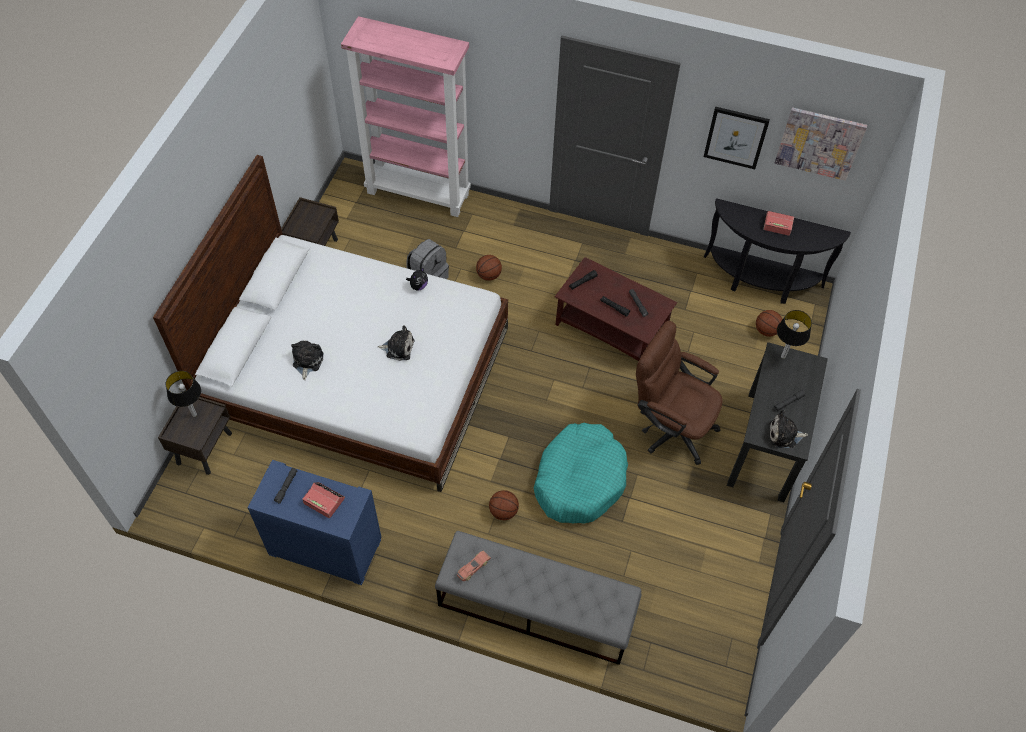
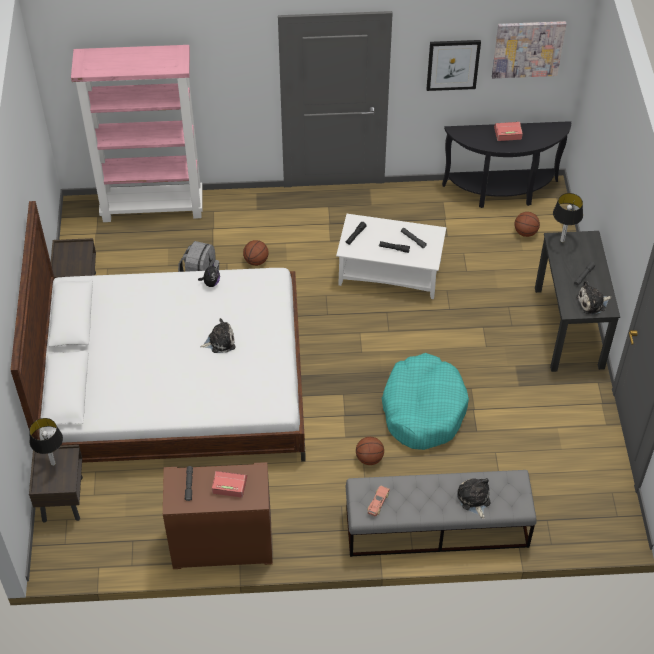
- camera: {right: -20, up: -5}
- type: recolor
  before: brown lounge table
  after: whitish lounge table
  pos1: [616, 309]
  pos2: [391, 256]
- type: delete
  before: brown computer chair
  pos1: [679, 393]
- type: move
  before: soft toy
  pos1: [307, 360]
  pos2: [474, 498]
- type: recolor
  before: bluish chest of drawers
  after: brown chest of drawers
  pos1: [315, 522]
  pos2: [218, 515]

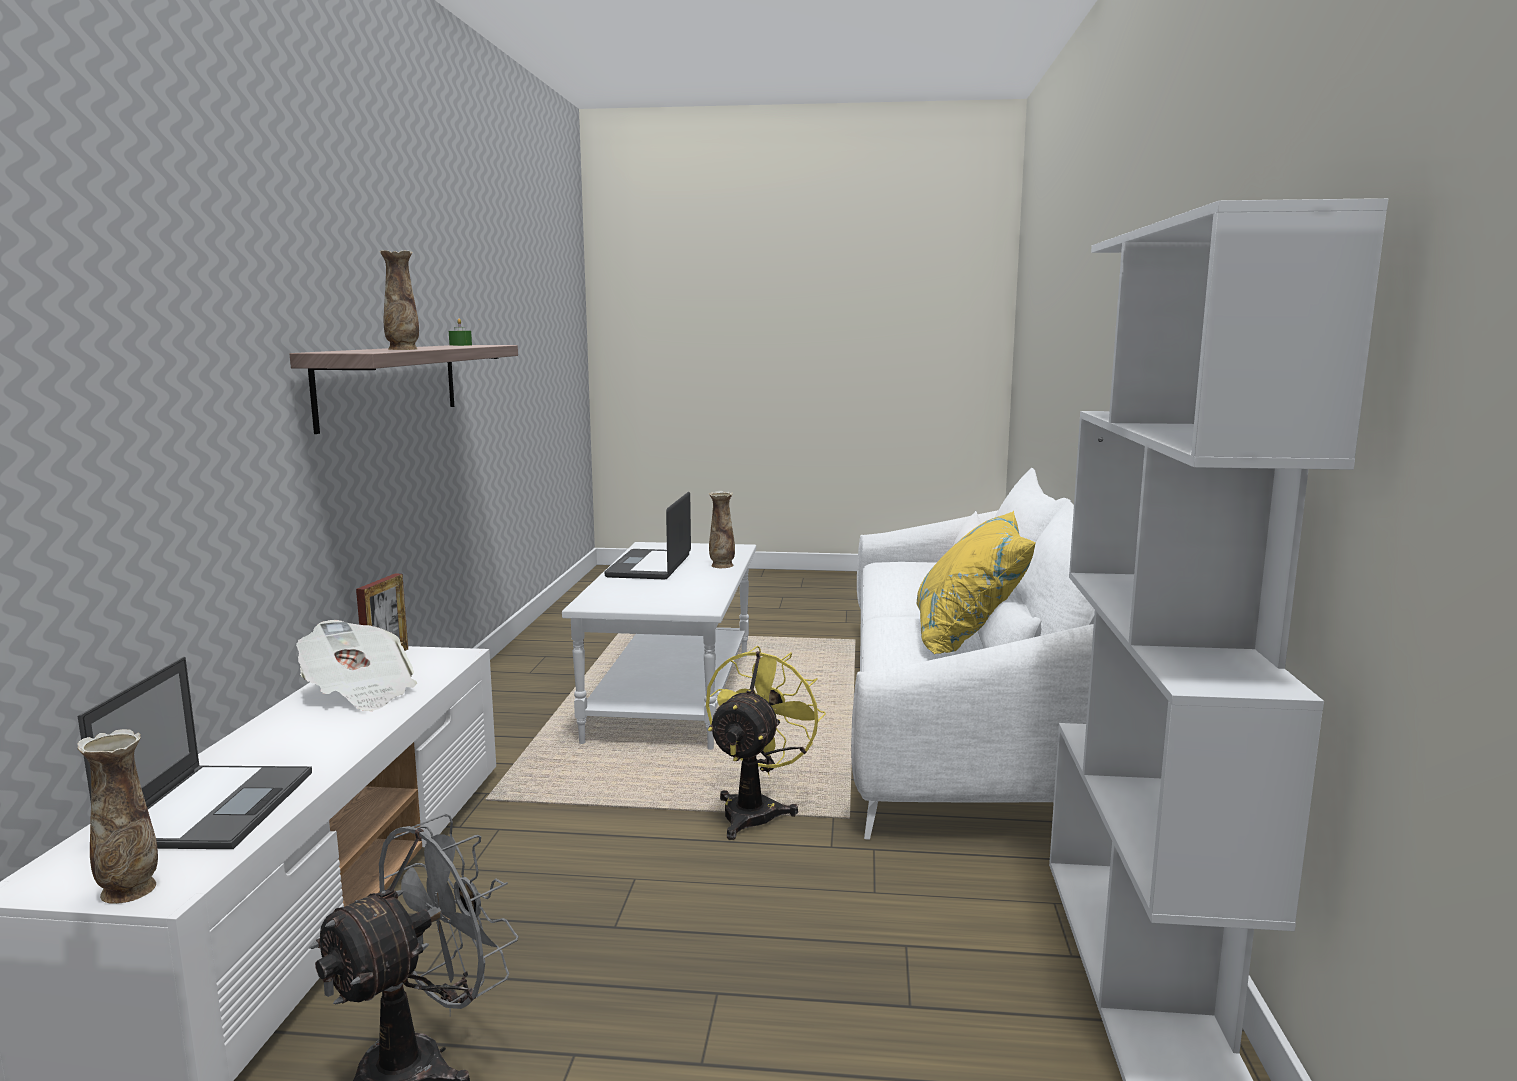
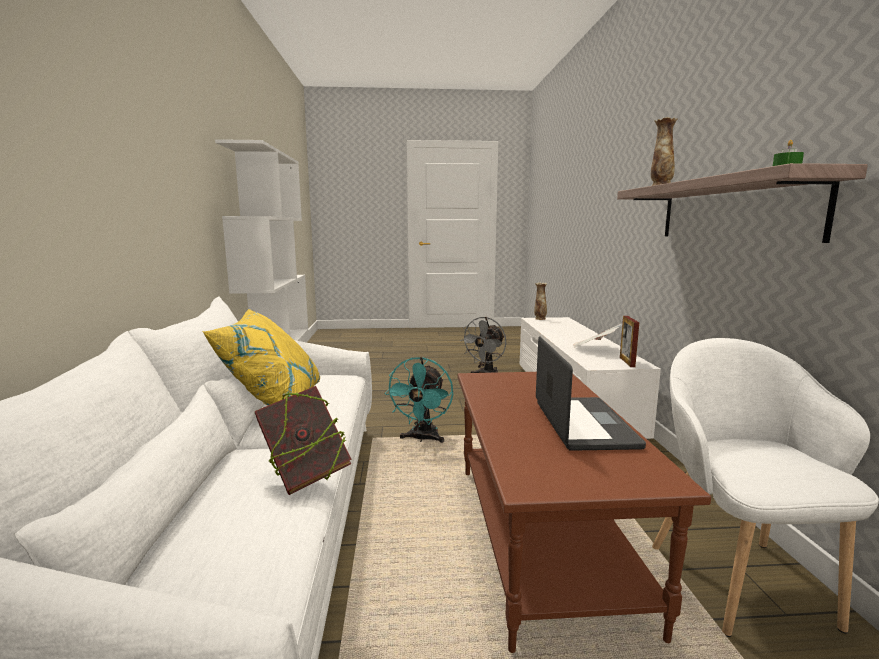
- camera: {right: 170, up: 0}
- type: delete
  before: decorative vase
  pos1: [722, 529]
- type: recolor
  before: whitish lounge table
  after: brown lounge table
  pos1: [659, 646]
  pos2: [584, 512]
- type: recolor
  before: yellow-coloured fan
  after: turquoise fan
  pos1: [766, 743]
  pos2: [419, 400]
- type: delete
  before: laptop
  pos1: [195, 753]
- type: insert
  after: whitish easy chair
  pos2: [765, 487]
- type: insert
  after: volume
  pos2: [303, 440]

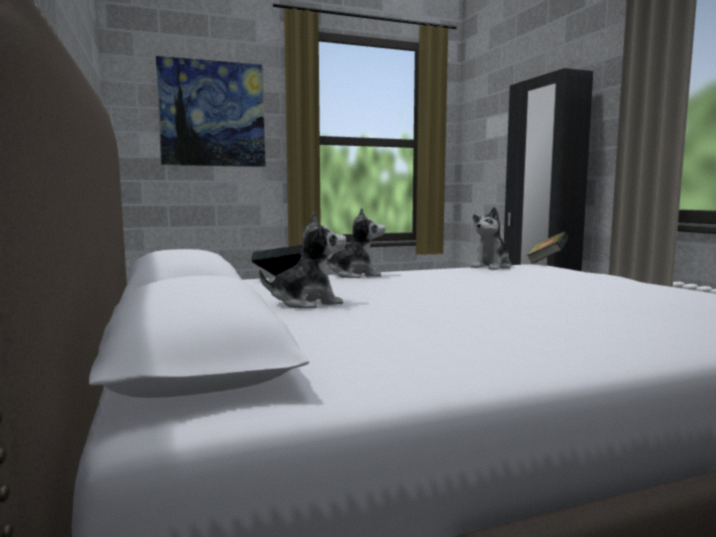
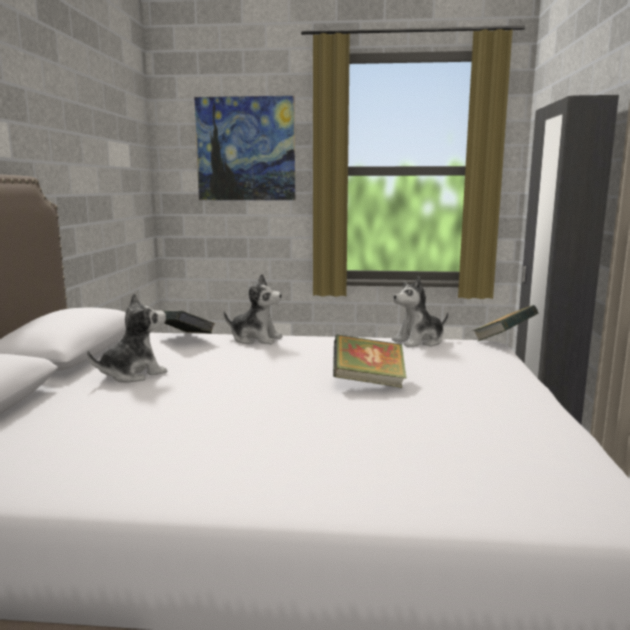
- camera: {right: 25, up: 5}
- type: rotate
  before: soft toy
  pos1: [302, 260]
  pos2: [127, 338]
  turn: -45
- type: insert
  after: volume
  pos2: [370, 361]

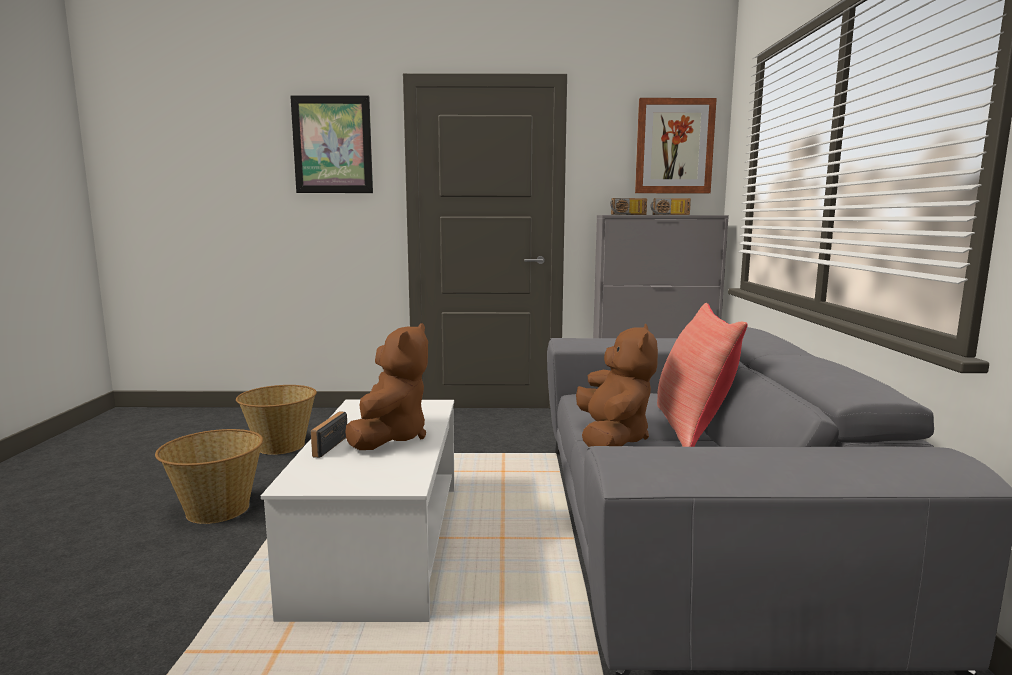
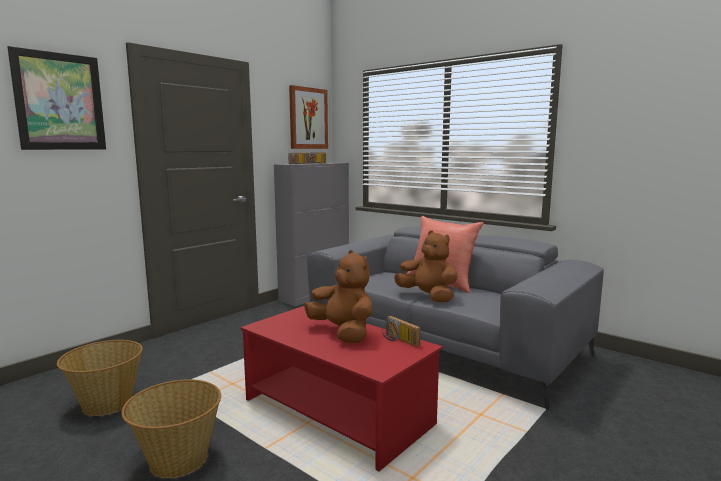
- camera: {right: -50, up: 0}
- type: recolor
  before: whitish lounge table
  after: red-coloured lounge table
  pos1: [358, 510]
  pos2: [341, 388]
- type: move
  before: radio
  pos1: [329, 434]
  pos2: [401, 331]

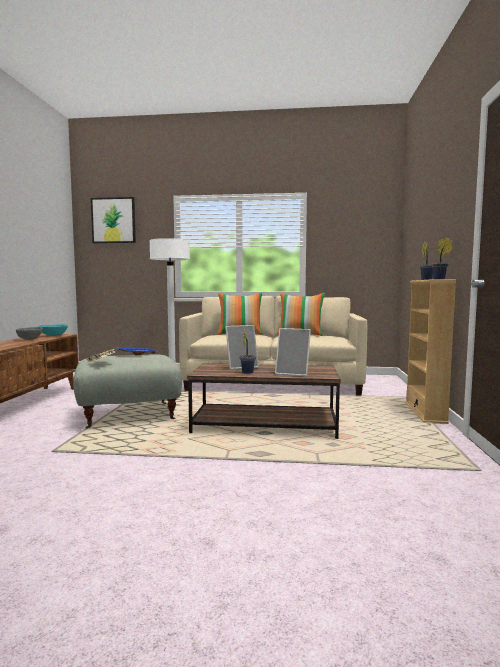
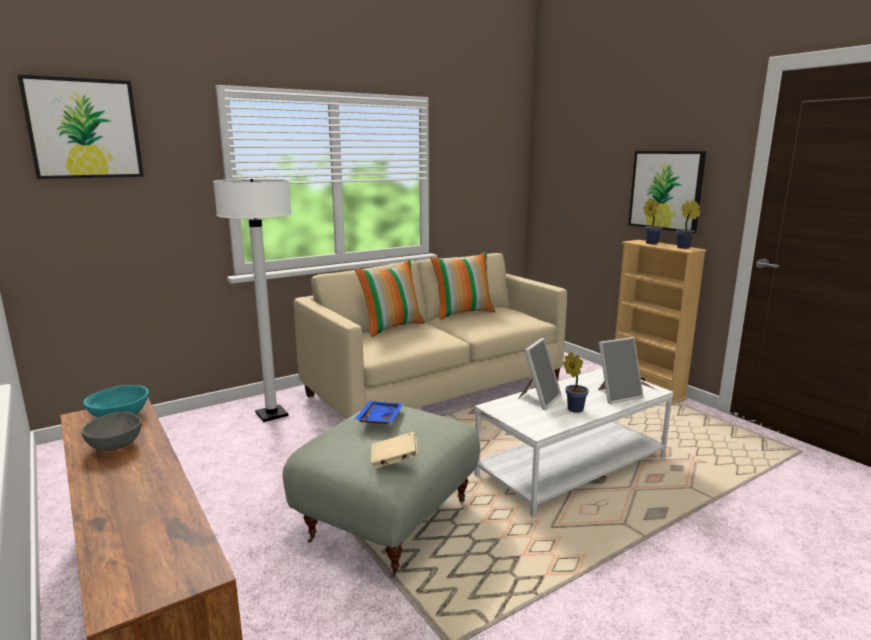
- camera: {right: -40, up: 10}
- type: recolor
  before: brown lounge table
  after: whitish lounge table
  pos1: [263, 401]
  pos2: [574, 442]
- type: insert
  after: picture
  pos2: [667, 192]

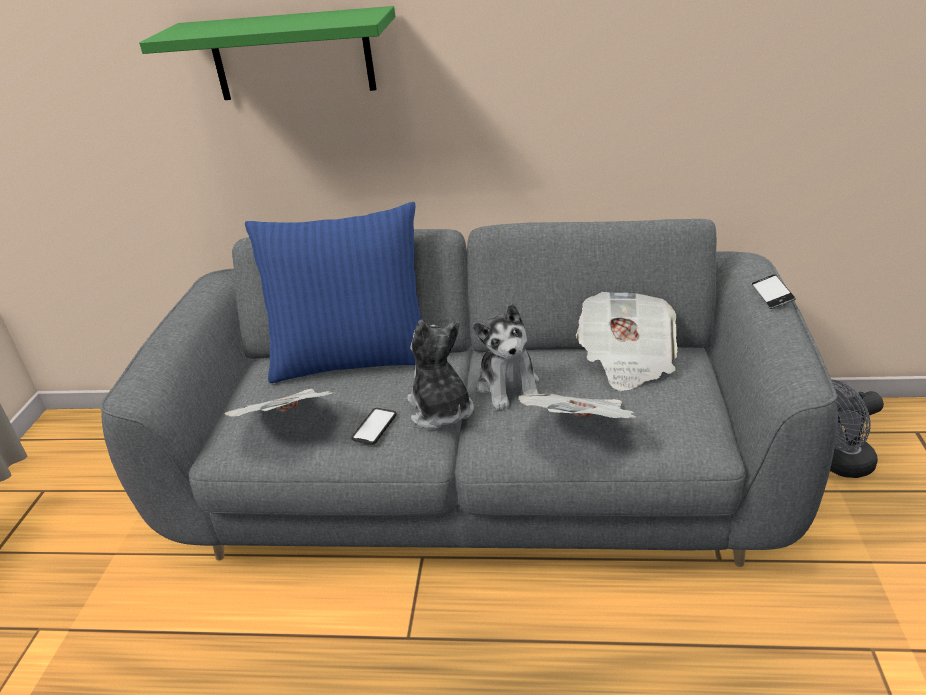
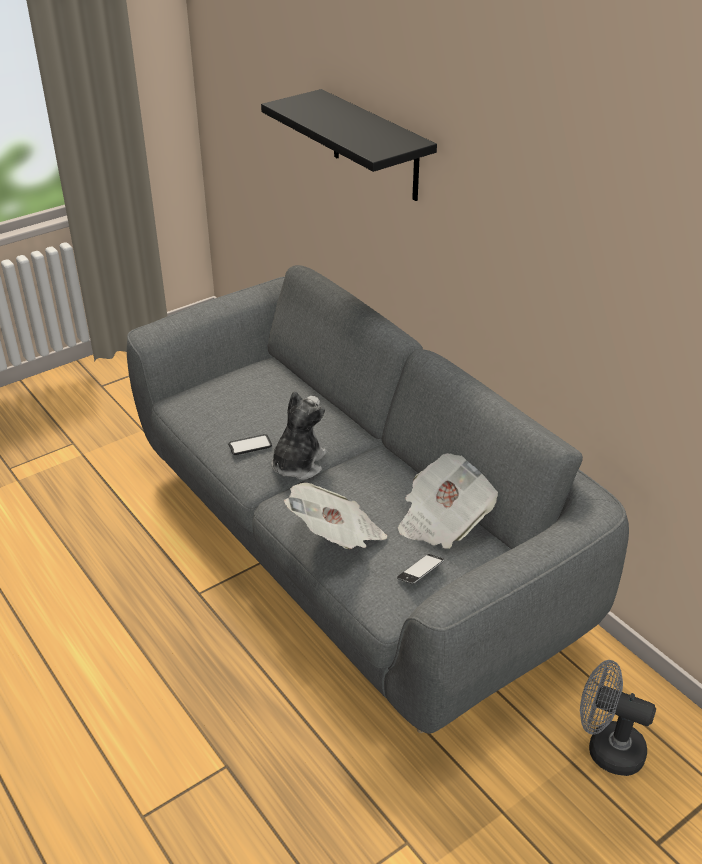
- camera: {right: 45, up: 5}
- type: recolor
  before: green-coloured bracket shelf
  after: black bracket shelf
  pos1: [267, 53]
  pos2: [349, 145]
- type: delete
  before: bluish cushion
  pos1: [333, 292]
- type: move
  before: telephone
  pos1: [774, 291]
  pos2: [420, 569]
- type: delete
  before: soft toy
  pos1: [506, 357]
- type: delete
  before: printed paper
  pos1: [281, 403]

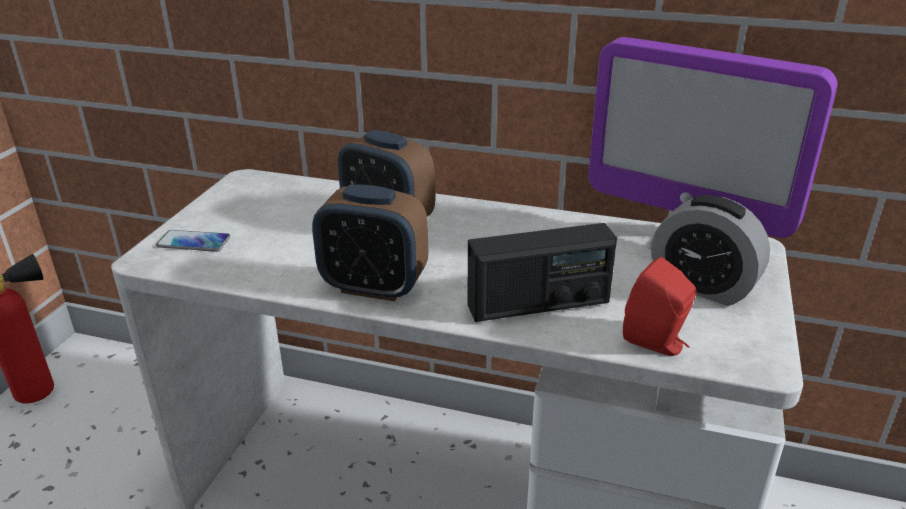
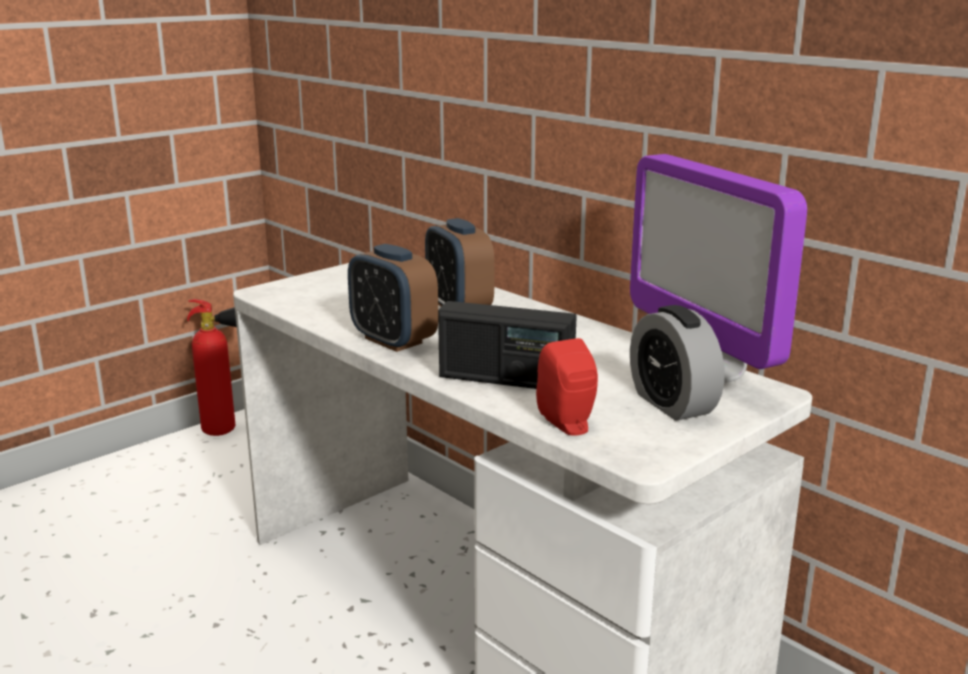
- camera: {right: 30, up: -10}
- type: delete
  before: telephone
  pos1: [193, 241]

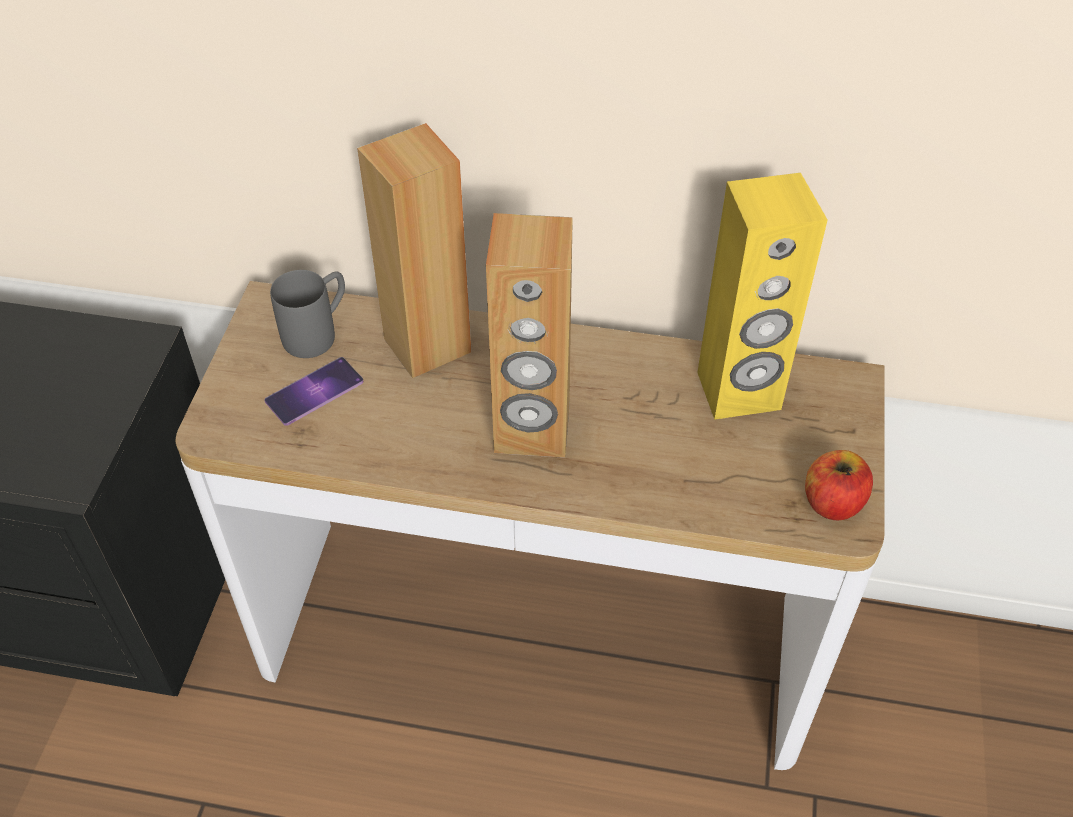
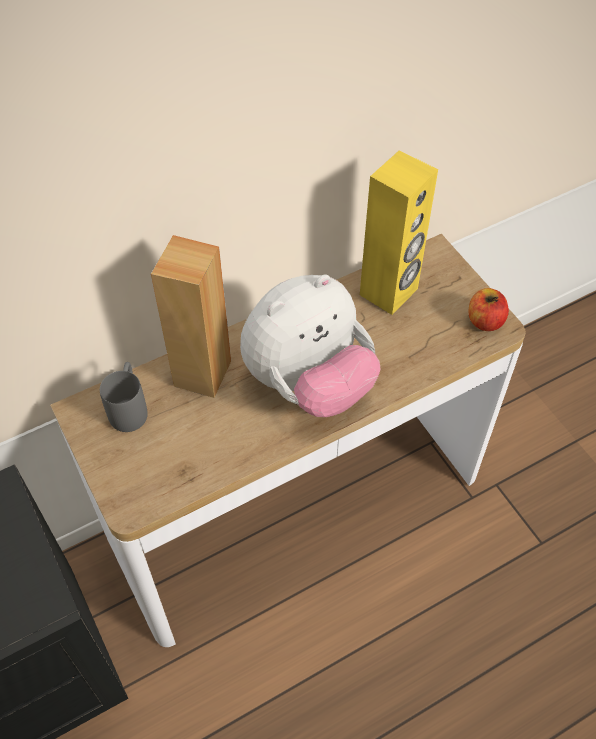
- camera: {right: -40, up: 5}
- type: replace
  before: brown speaker
  after: soft toy
  pos1: [529, 335]
  pos2: [310, 345]
- type: delete
  before: telephone
  pos1: [313, 391]

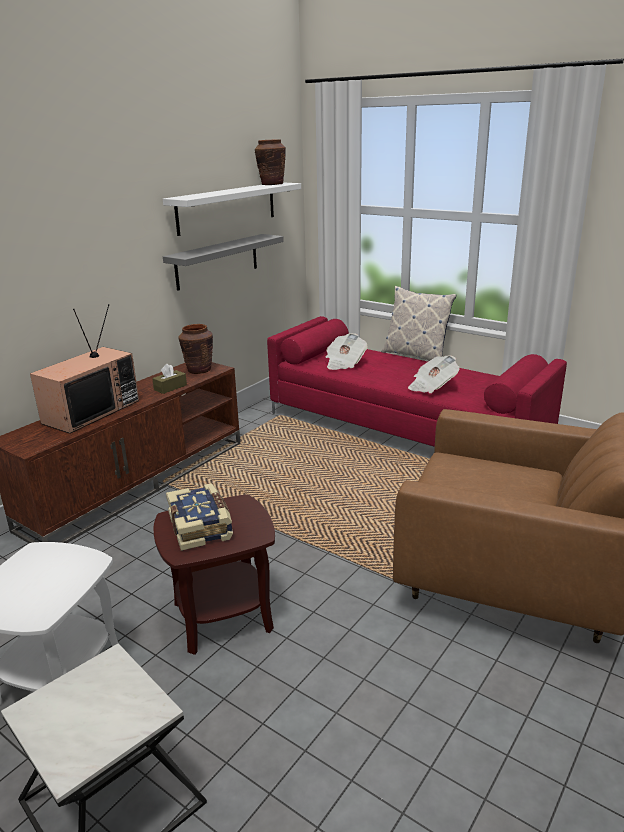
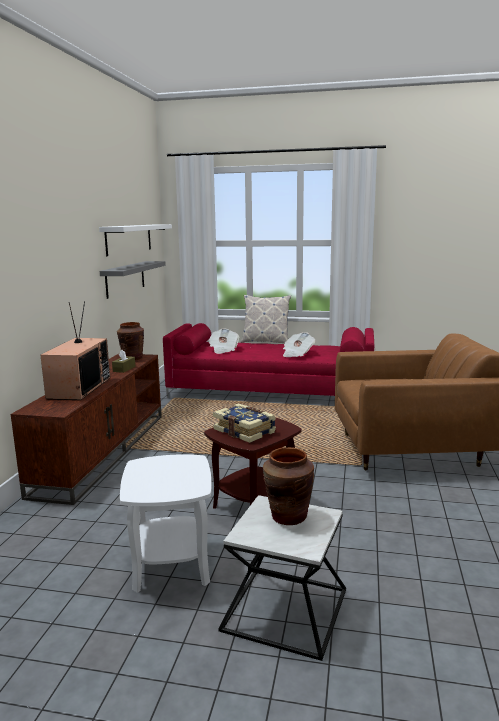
- camera: {right: -25, up: -10}
- type: move
  before: brown decorative vase
  pos1: [270, 162]
  pos2: [288, 486]

